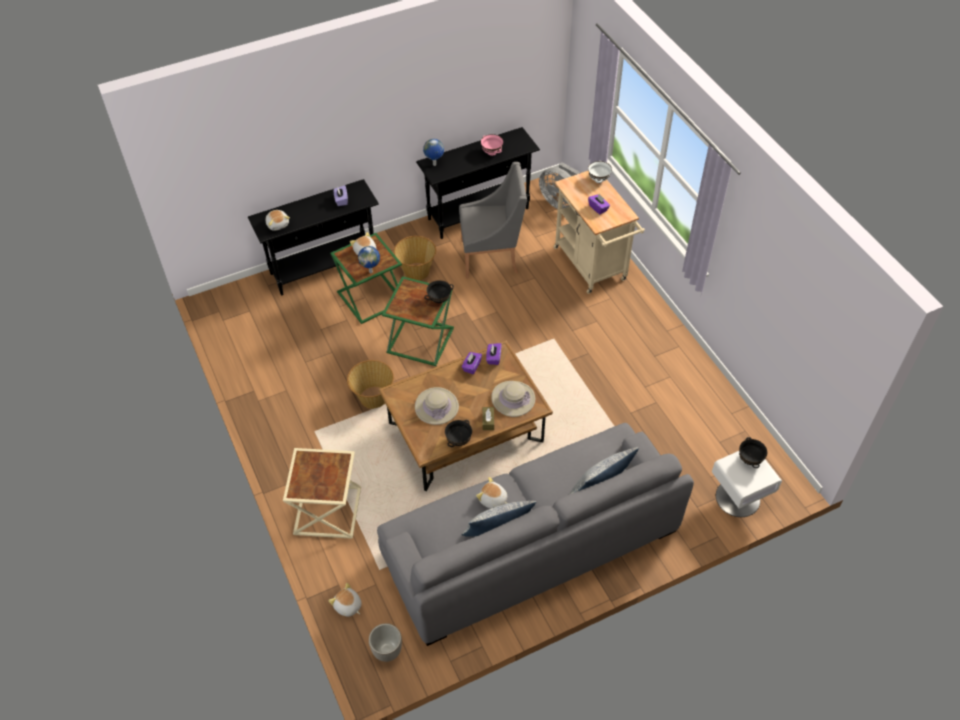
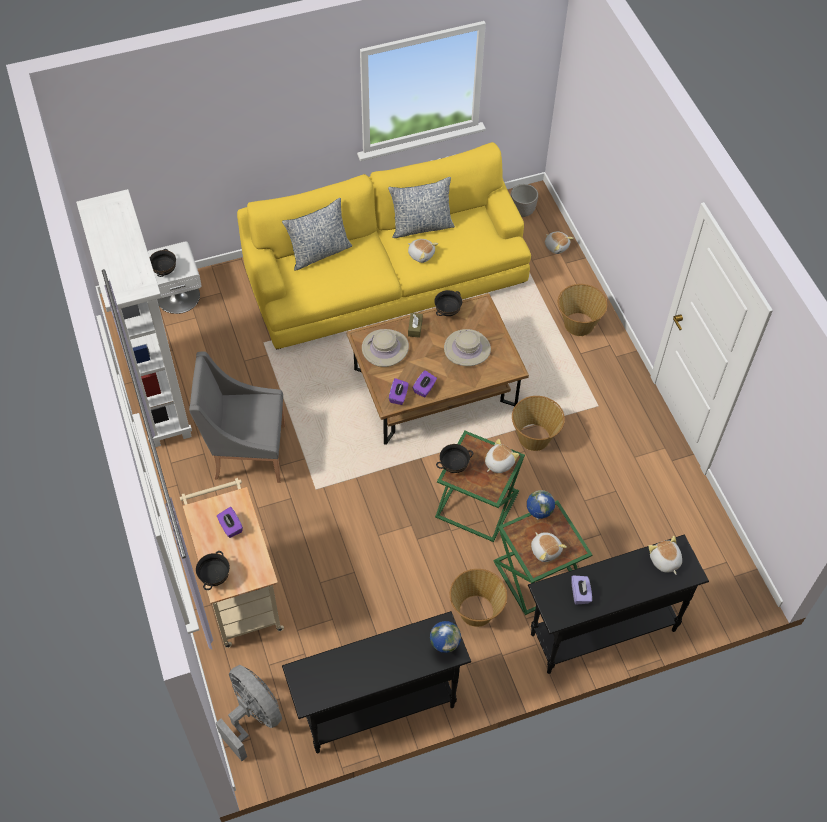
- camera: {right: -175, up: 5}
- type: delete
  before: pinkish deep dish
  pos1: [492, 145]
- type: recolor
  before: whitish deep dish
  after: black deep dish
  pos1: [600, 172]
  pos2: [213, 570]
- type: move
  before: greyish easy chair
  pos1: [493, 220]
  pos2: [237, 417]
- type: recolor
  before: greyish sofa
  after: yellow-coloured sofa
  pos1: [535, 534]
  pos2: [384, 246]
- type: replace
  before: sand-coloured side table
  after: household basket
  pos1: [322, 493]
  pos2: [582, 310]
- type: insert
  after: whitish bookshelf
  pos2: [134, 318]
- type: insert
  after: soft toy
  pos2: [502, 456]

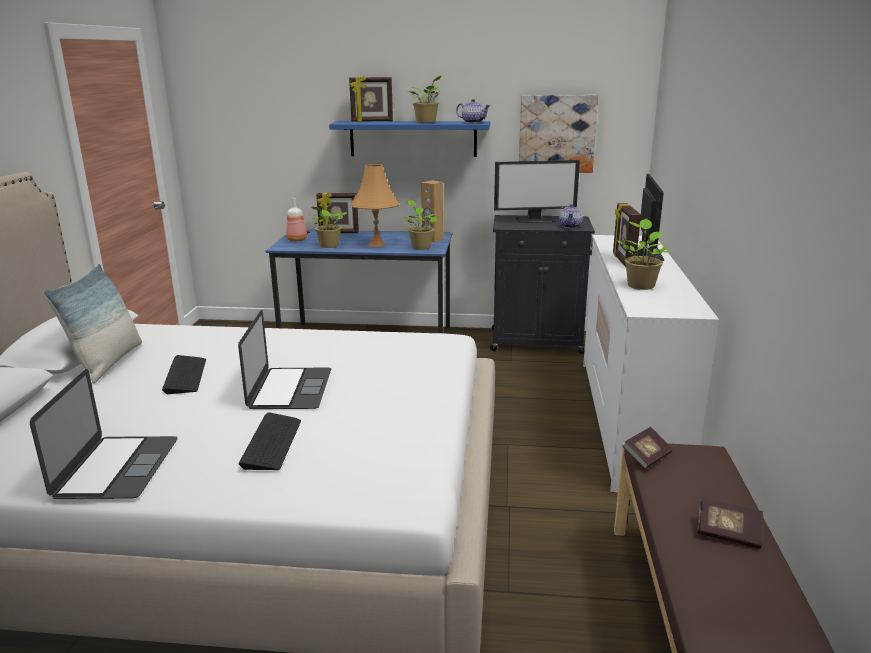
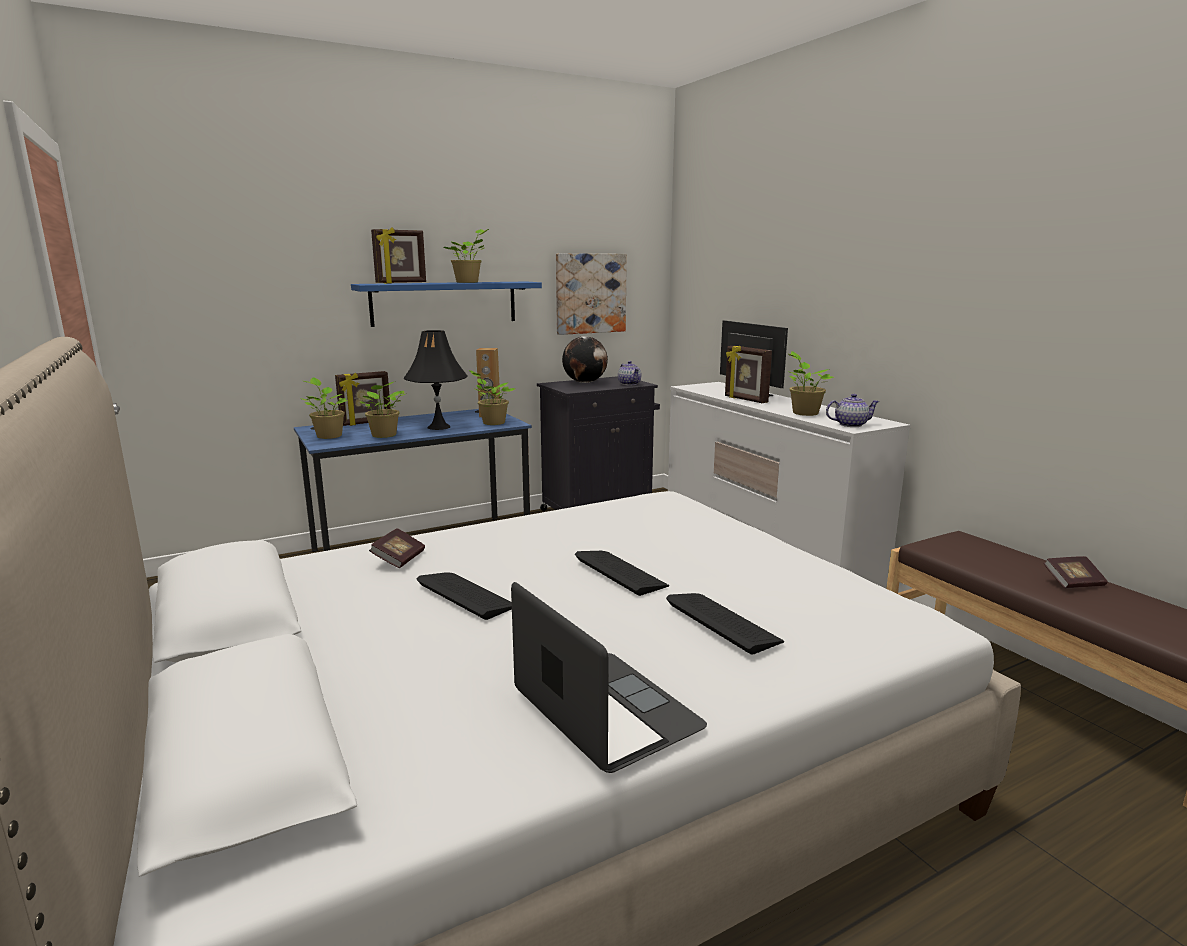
- camera: {right: -35, up: -5}
- type: move
  before: pot for tea
  pos1: [473, 111]
  pos2: [853, 410]
- type: replace
  before: computer display
  after: globe
  pos1: [537, 191]
  pos2: [585, 359]
- type: recolor
  before: orangey tabletop lamp
  after: black tabletop lamp
  pos1: [375, 205]
  pos2: [435, 380]
- type: replace
  before: bottle
  after: houseplant
  pos1: [296, 220]
  pos2: [323, 408]
- type: delete
  before: cushion
  pos1: [92, 323]
- type: replace
  before: laptop
  after: keyboard
  pos1: [284, 359]
  pos2: [622, 573]
- type: move
  before: volume
  pos1: [647, 448]
  pos2: [397, 548]

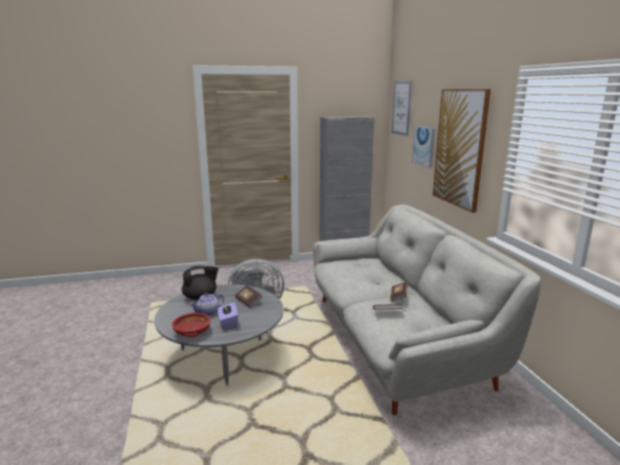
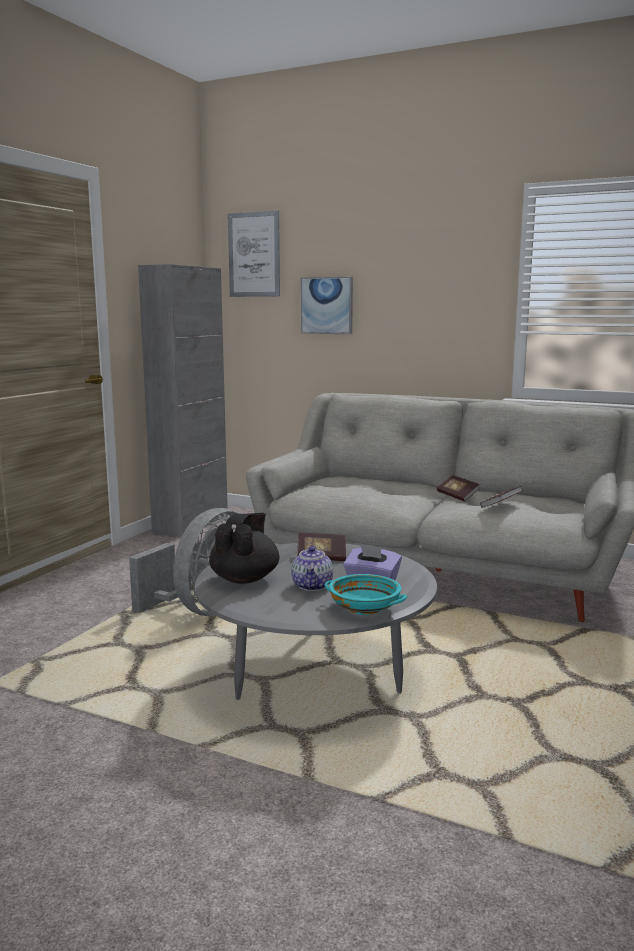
- camera: {right: -50, up: -5}
- type: delete
  before: picture
  pos1: [462, 151]
- type: recolor
  before: red-coloured deep dish
  after: turquoise deep dish
  pos1: [191, 324]
  pos2: [366, 594]

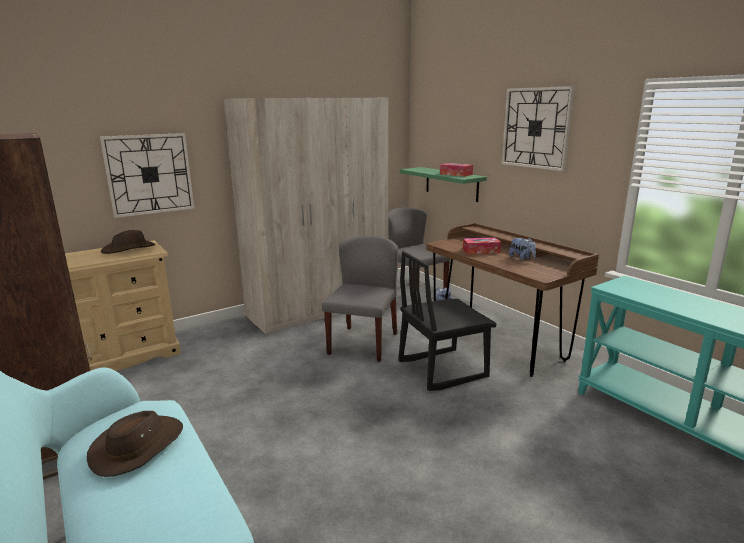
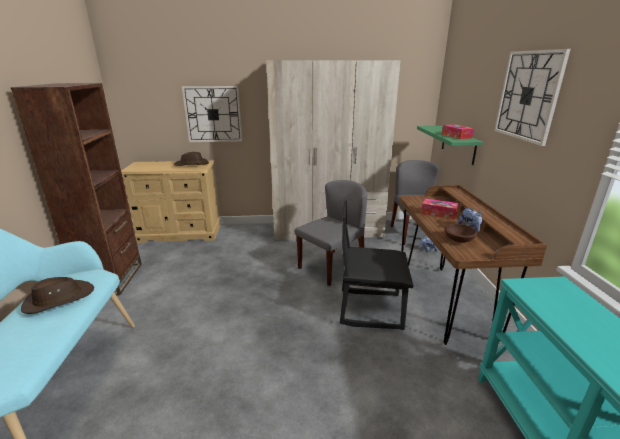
- camera: {right: 30, up: 5}
- type: insert
  after: brown deep dish
  pos2: [460, 233]

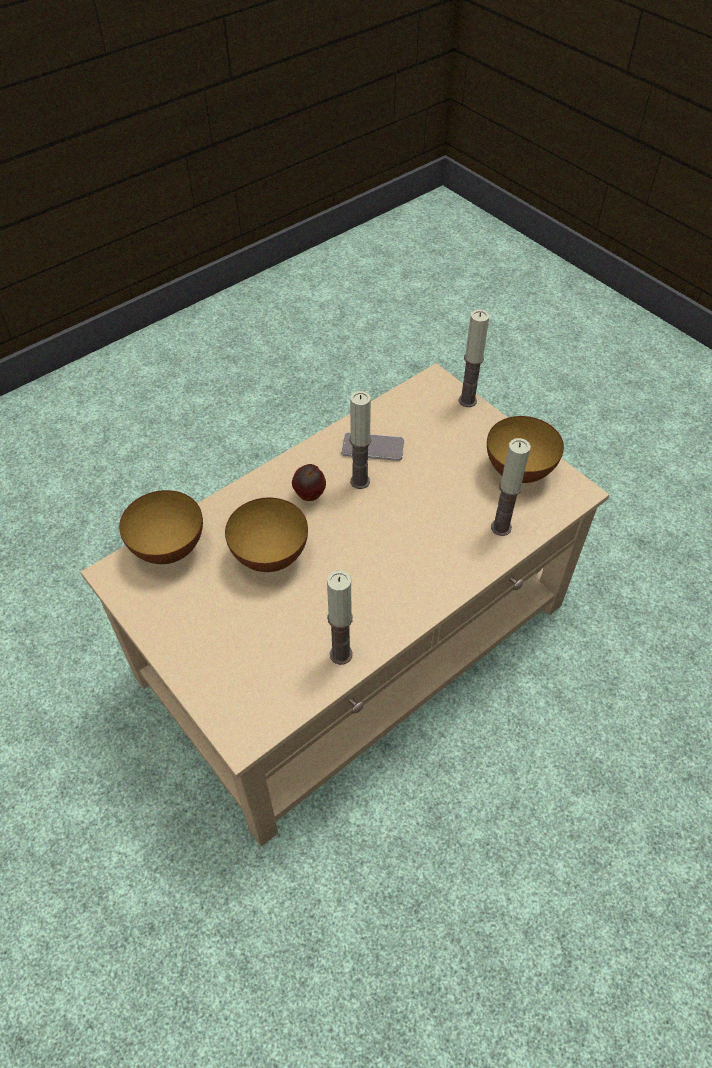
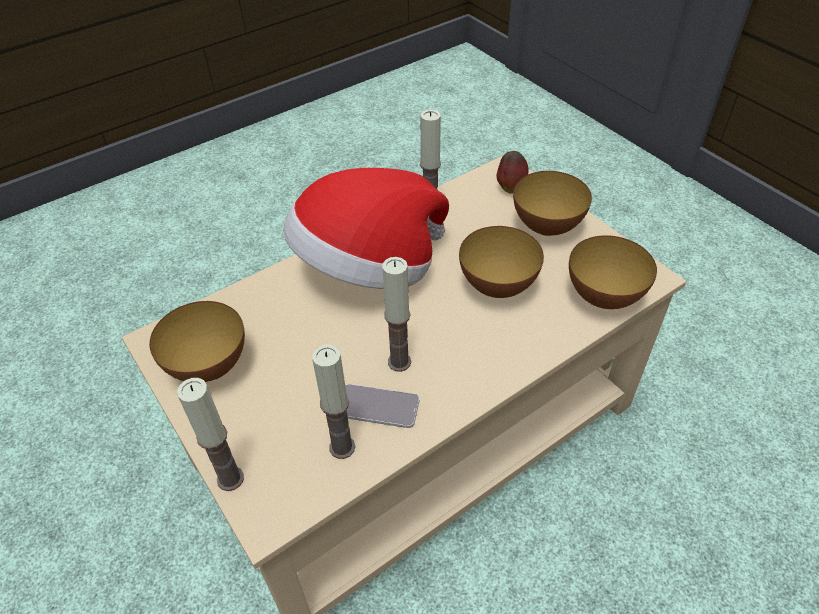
- camera: {right: -175, up: -5}
- type: move
  before: wax light
  pos1: [511, 487]
  pos2: [333, 401]
- type: move
  before: apple fruit
  pos1: [309, 482]
  pos2: [512, 172]
- type: insert
  after: wearable hat
  pos2: [366, 228]
- type: insert
  after: deep dish
  pos2: [552, 203]

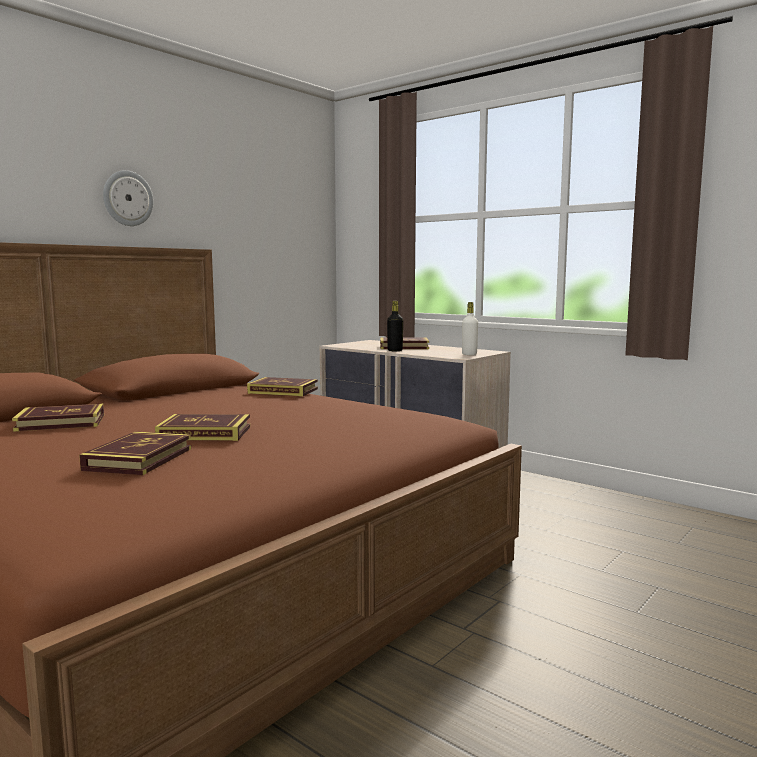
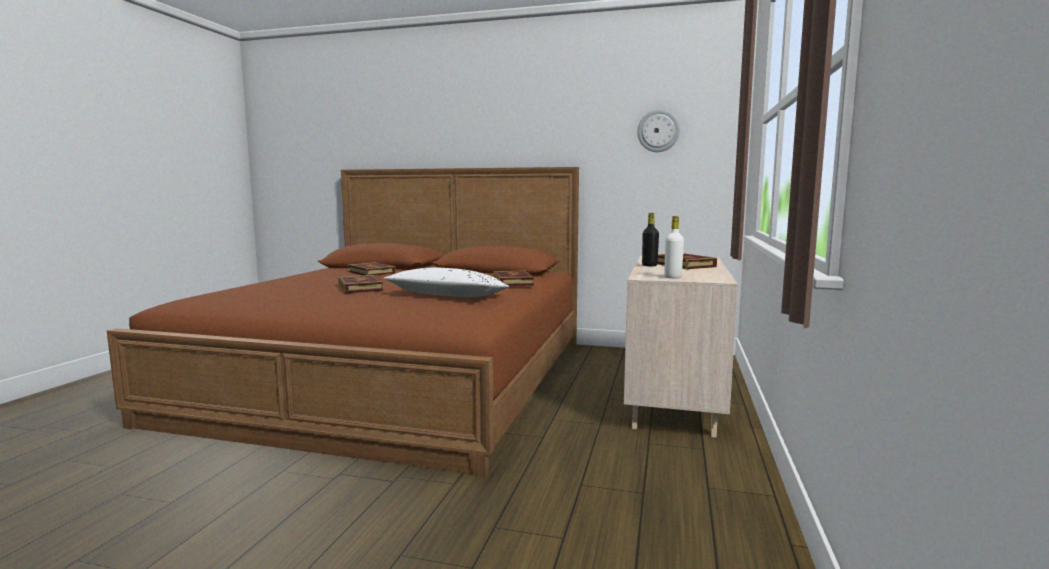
- camera: {right: 65, up: 0}
- type: move
  before: clock on the wall
  pos1: [128, 198]
  pos2: [658, 130]
- type: delete
  before: volume
  pos1: [135, 453]
- type: insert
  after: whitish cushion
  pos2: [447, 282]

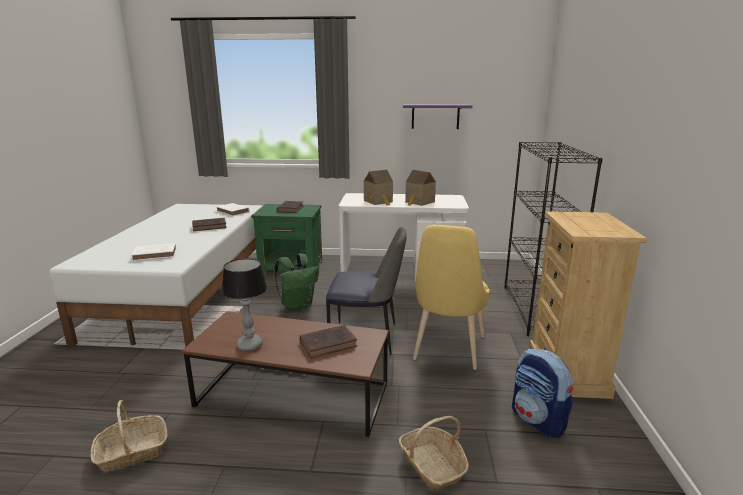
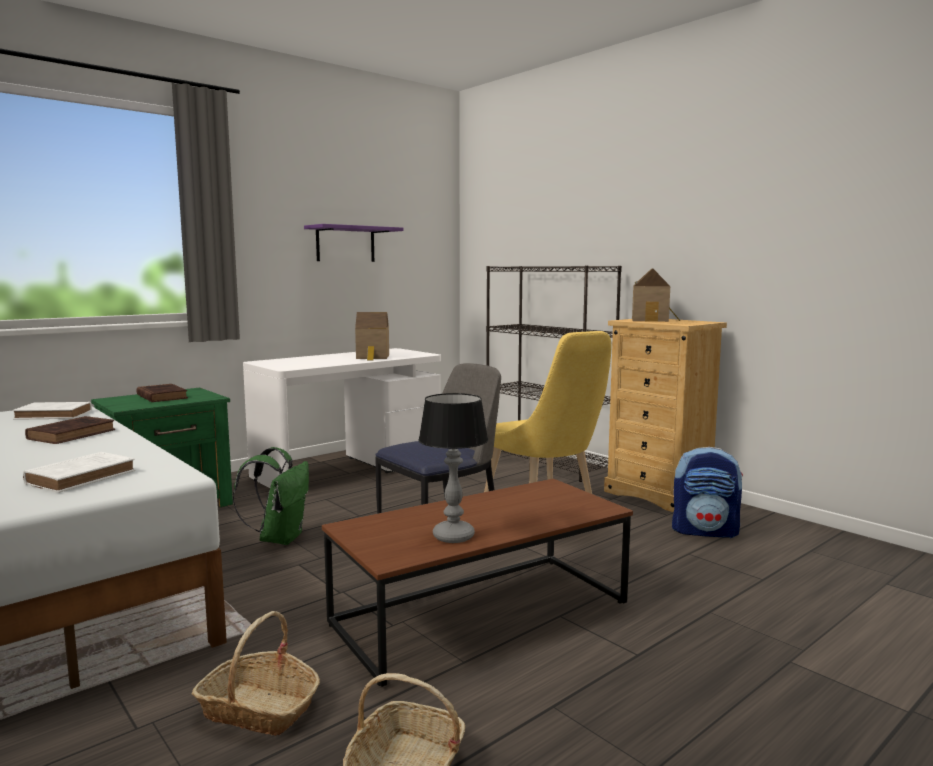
- camera: {right: -45, up: -10}
- type: move
  before: toy house
  pos1: [378, 187]
  pos2: [656, 295]
- type: delete
  before: brown volume
  pos1: [328, 341]
- type: move
  before: household basket
  pos1: [434, 453]
  pos2: [256, 673]

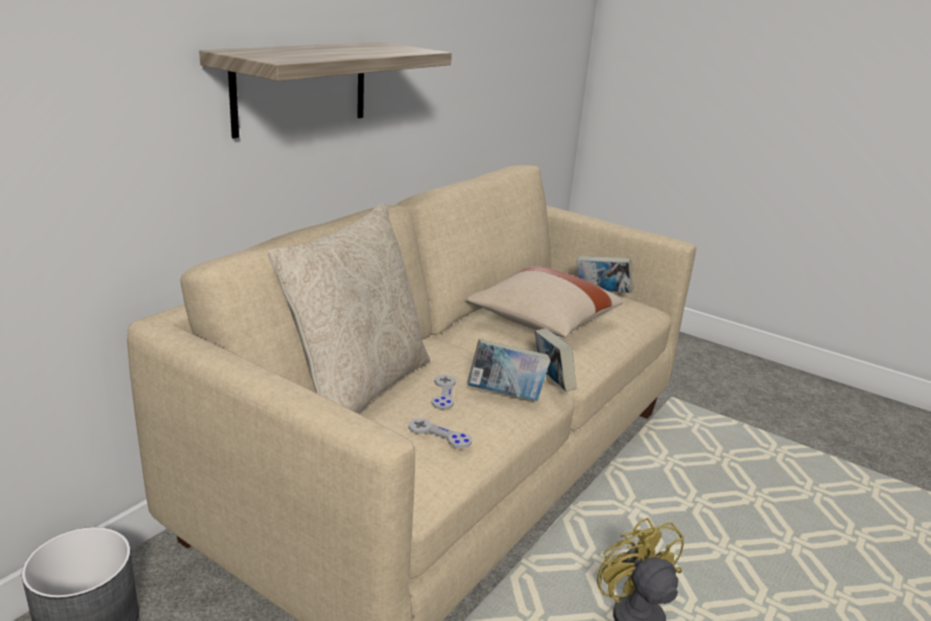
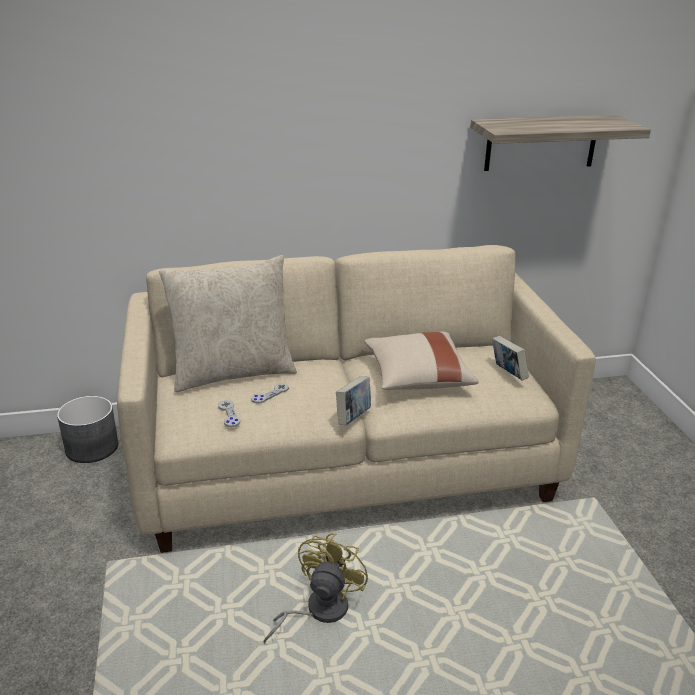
- camera: {right: 45, up: 5}
- type: move
  before: bracket shelf
  pos1: [325, 90]
  pos2: [560, 143]
- type: delete
  before: volume
  pos1: [508, 370]

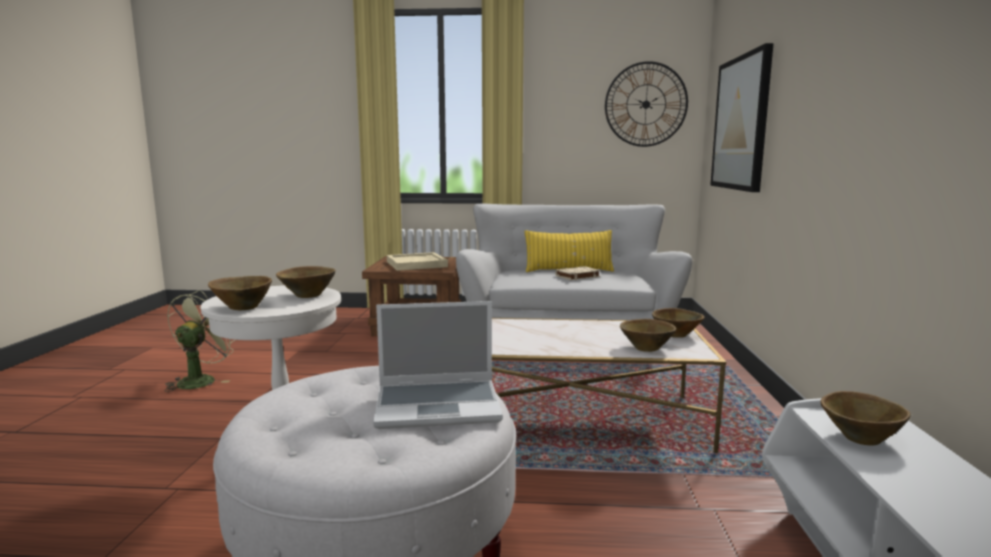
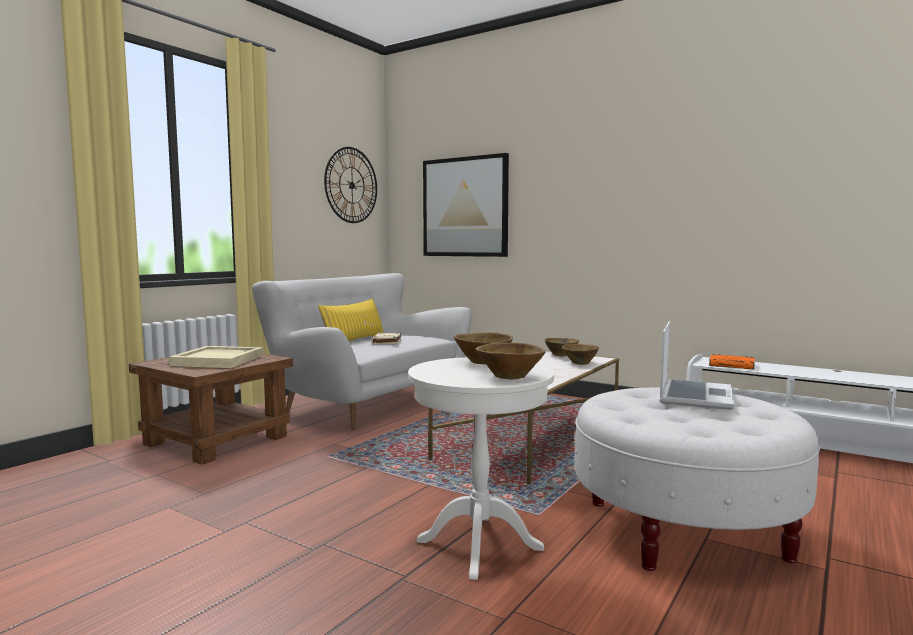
- camera: {right: -60, up: -5}
- type: delete
  before: green-coloured fan
  pos1: [200, 341]
- type: replace
  before: brown deep dish
  after: orangey volume
  pos1: [865, 418]
  pos2: [732, 361]

